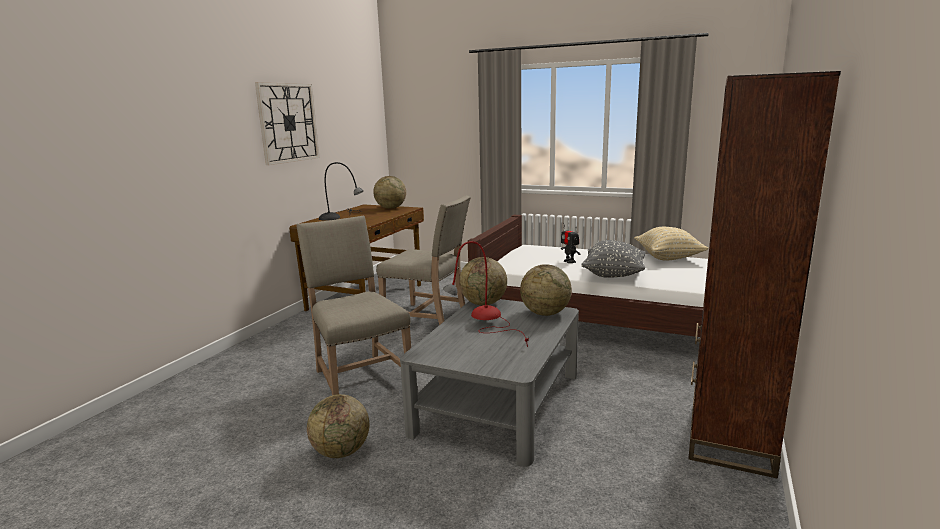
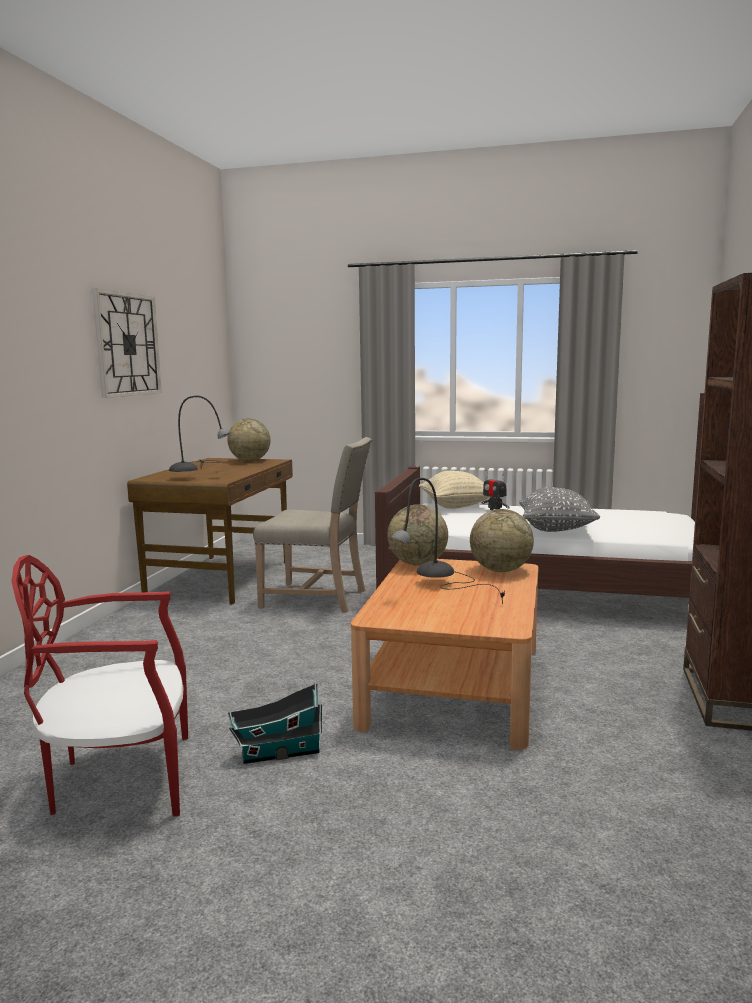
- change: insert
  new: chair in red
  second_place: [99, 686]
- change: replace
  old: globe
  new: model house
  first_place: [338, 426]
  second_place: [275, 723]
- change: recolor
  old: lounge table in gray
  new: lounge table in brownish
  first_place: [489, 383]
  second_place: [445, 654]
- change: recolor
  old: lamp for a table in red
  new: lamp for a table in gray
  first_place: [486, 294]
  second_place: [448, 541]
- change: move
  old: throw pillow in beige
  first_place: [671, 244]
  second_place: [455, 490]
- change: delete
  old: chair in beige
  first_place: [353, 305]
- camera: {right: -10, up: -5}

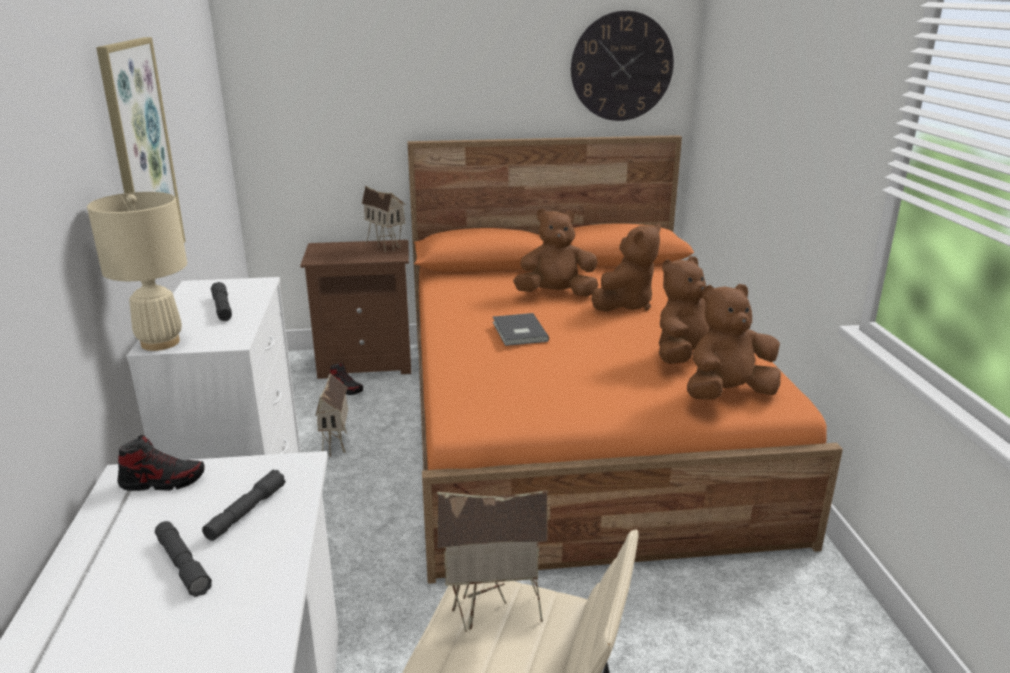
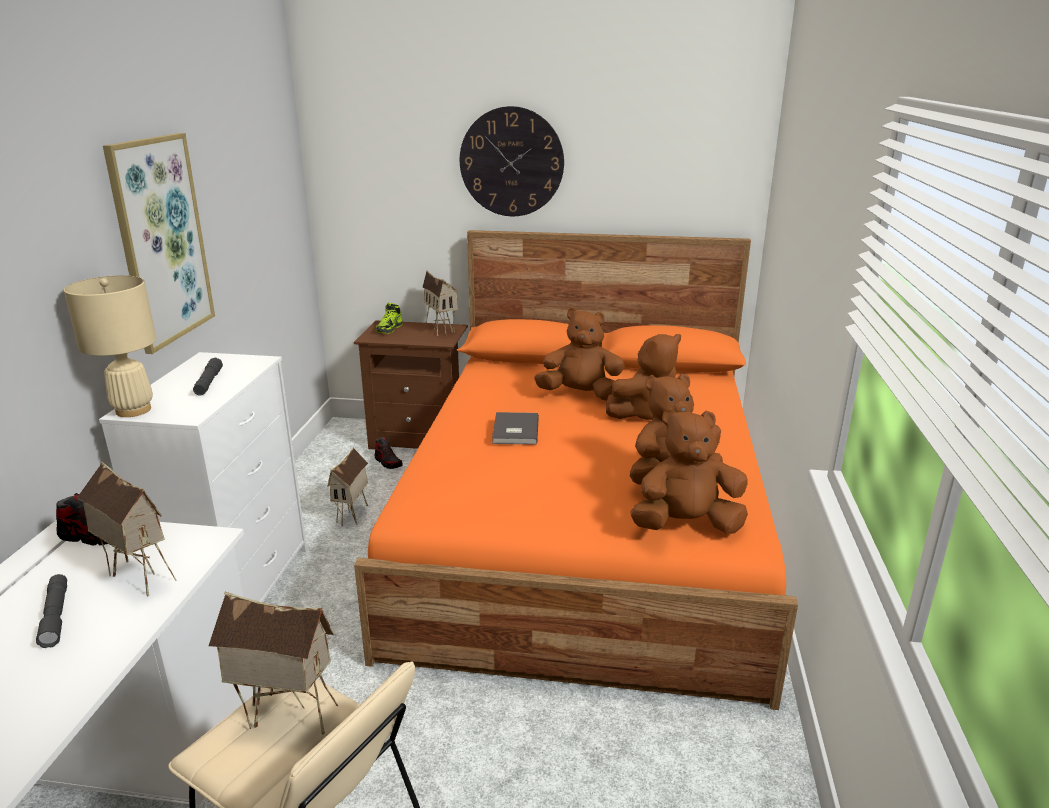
- change: replace
  old: flashlight in gray
  new: model house
  first_place: [243, 505]
  second_place: [126, 529]
- change: insert
  new: low shoe
  second_place: [389, 318]
- change: move
  old: wall clock
  first_place: [622, 66]
  second_place: [512, 161]
- camera: {right: 15, up: 0}

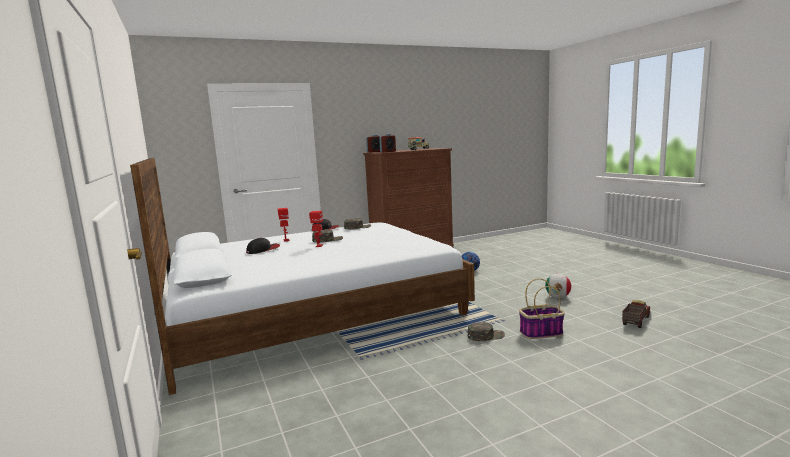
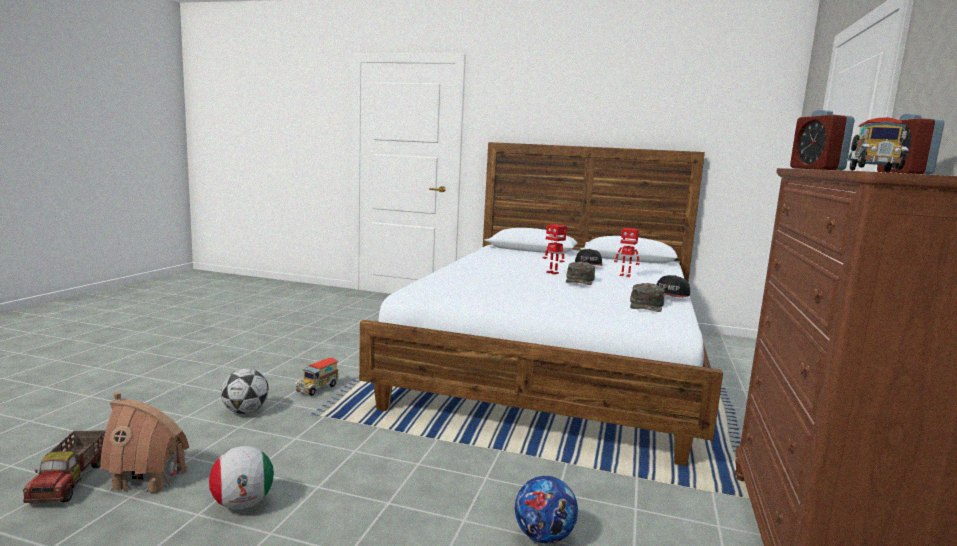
- change: insert
  new: model house
  second_place: [144, 442]
- change: replace
  old: basket
  new: football ball
  first_place: [542, 308]
  second_place: [245, 391]
- change: replace
  old: baseball cap in green-coloured
  new: toy lorry
  first_place: [486, 331]
  second_place: [317, 377]
- camera: {right: 130, up: 0}

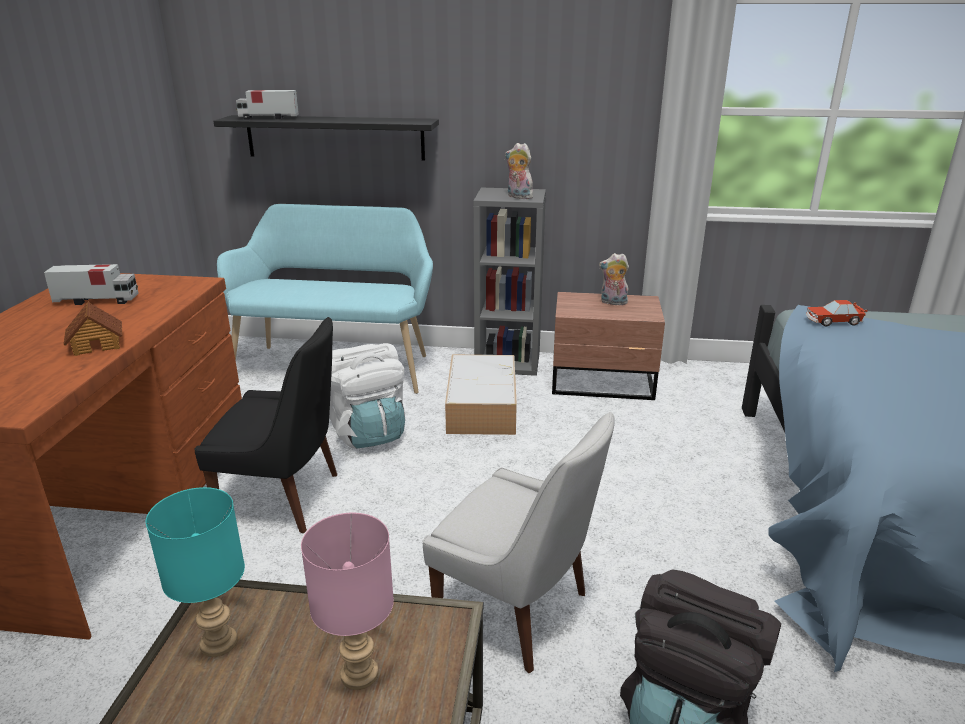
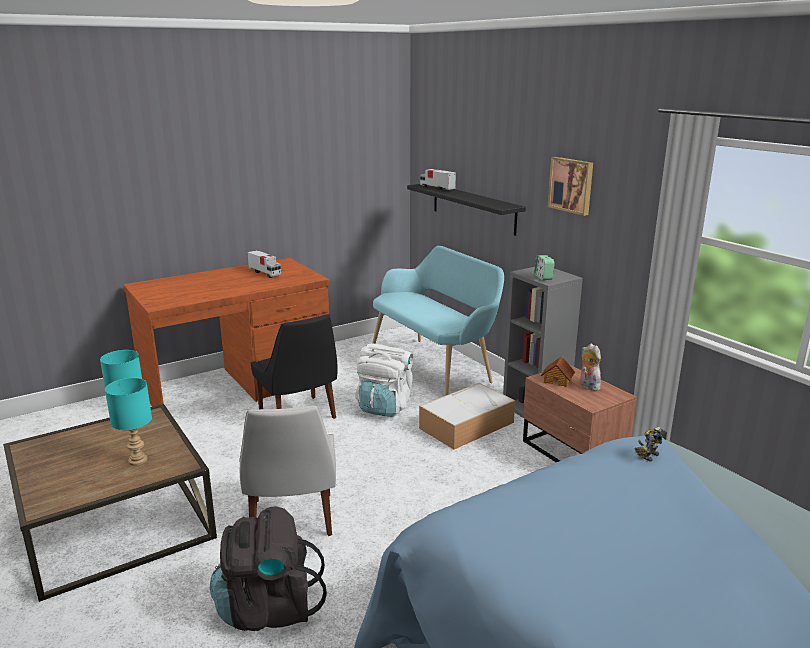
- change: recolor
  old: lamp for a table in pinkish
  new: lamp for a table in blue-green
  first_place: [347, 601]
  second_place: [128, 422]
- change: replace
  old: soft toy
  new: bedside clock
  first_place: [519, 171]
  second_place: [544, 267]
- change: move
  old: model house
  first_place: [92, 329]
  second_place: [558, 371]
- change: insert
  new: wall art
  second_place: [570, 186]
- change: replace
  old: model car
  new: model robot
  first_place: [837, 313]
  second_place: [648, 444]
- camera: {right: 50, up: -5}

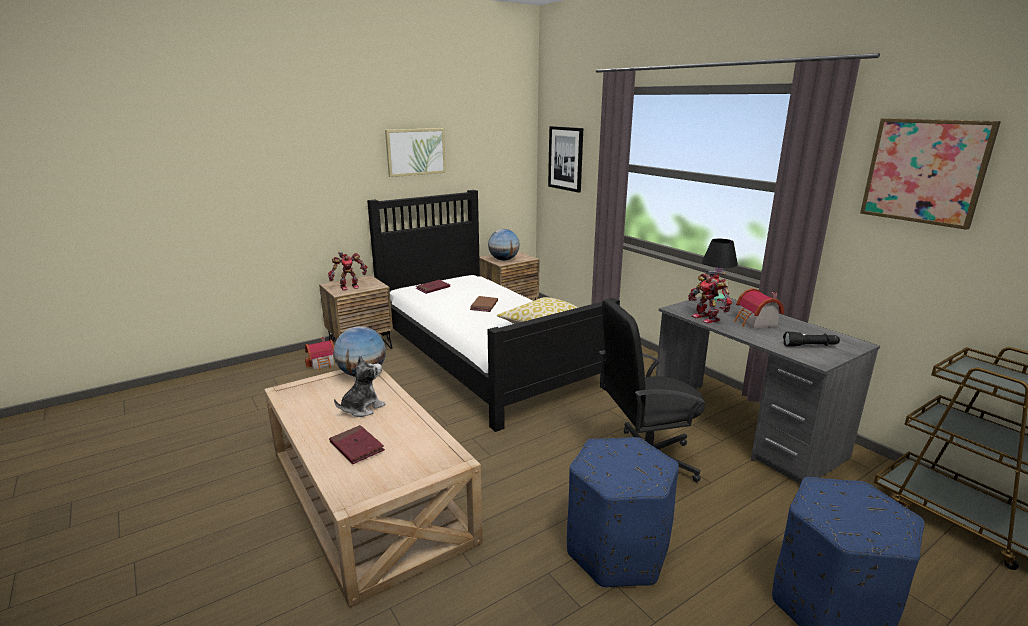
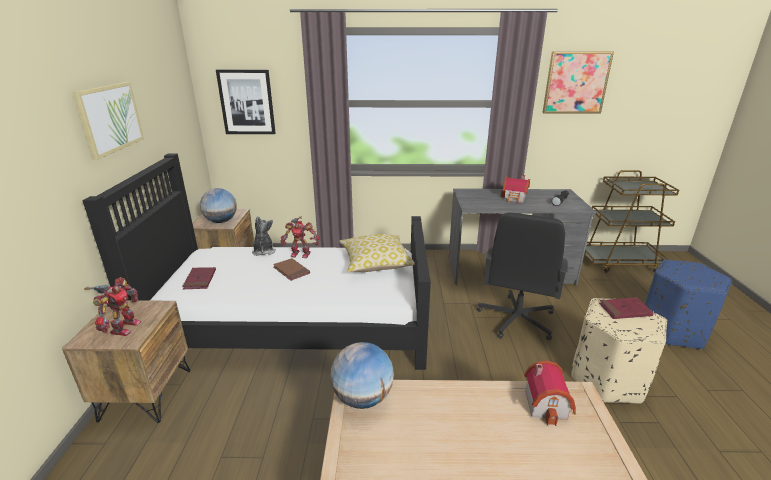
- change: move
  old: soft toy
  first_place: [360, 386]
  second_place: [264, 236]
- change: move
  old: model robot
  first_place: [710, 297]
  second_place: [300, 237]
- change: move
  old: model house
  first_place: [319, 354]
  second_place: [550, 393]
- change: recolor
  old: footrest in blue
  new: footrest in beige
  first_place: [623, 512]
  second_place: [619, 351]
- change: move
  old: book in red
  first_place: [357, 444]
  second_place: [626, 308]
- change: delete
  old: lamp for a table in black
  first_place: [720, 270]
- camera: {right: -55, up: 5}

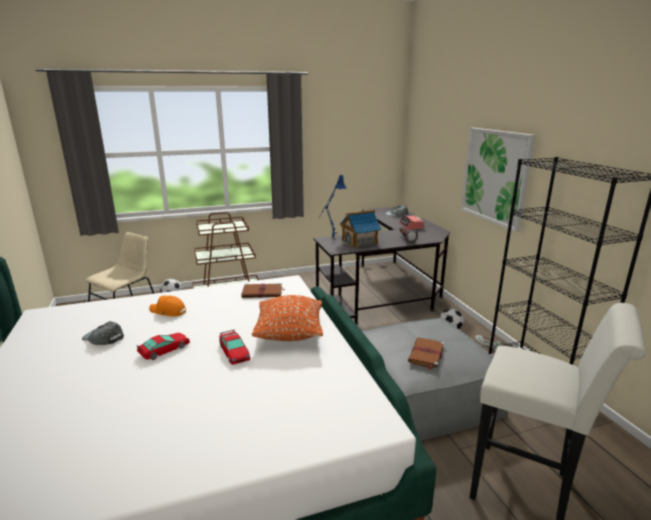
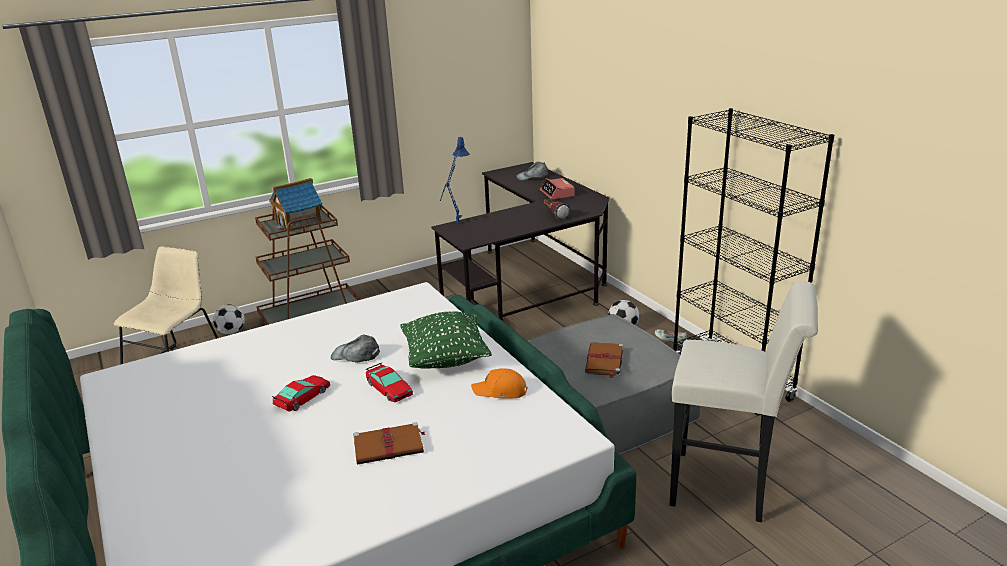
- change: move
  old: model house
  first_place: [361, 228]
  second_place: [295, 205]
- change: move
  old: baseball cap in gray
  first_place: [103, 333]
  second_place: [355, 348]
- change: move
  old: book in brownish
  first_place: [262, 290]
  second_place: [389, 443]
- change: recolor
  old: throw pillow in orangey
  new: throw pillow in green-coloured
  first_place: [287, 318]
  second_place: [446, 339]
- change: move
  old: baseball cap in orangey
  first_place: [167, 306]
  second_place: [499, 383]
- change: delete
  old: wall art
  first_place: [498, 180]
- camera: {right: -10, up: 5}

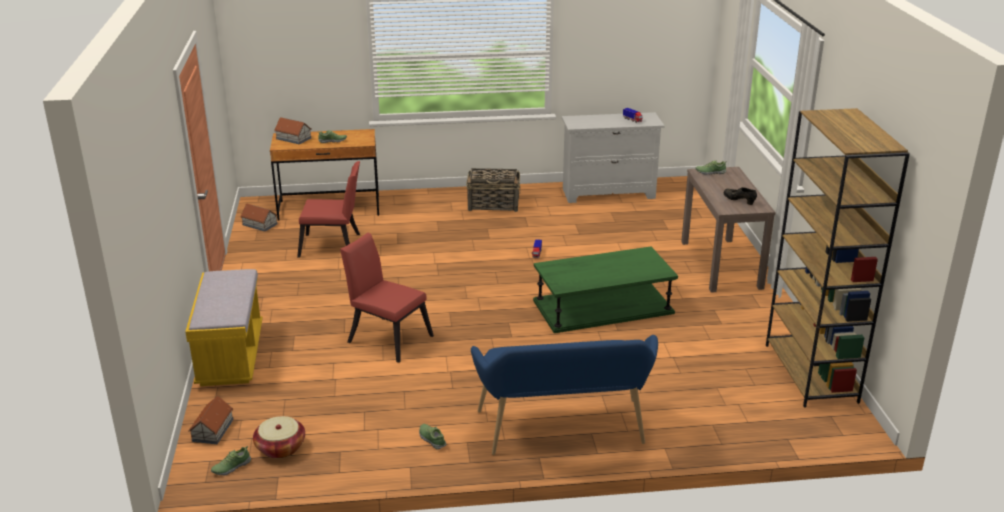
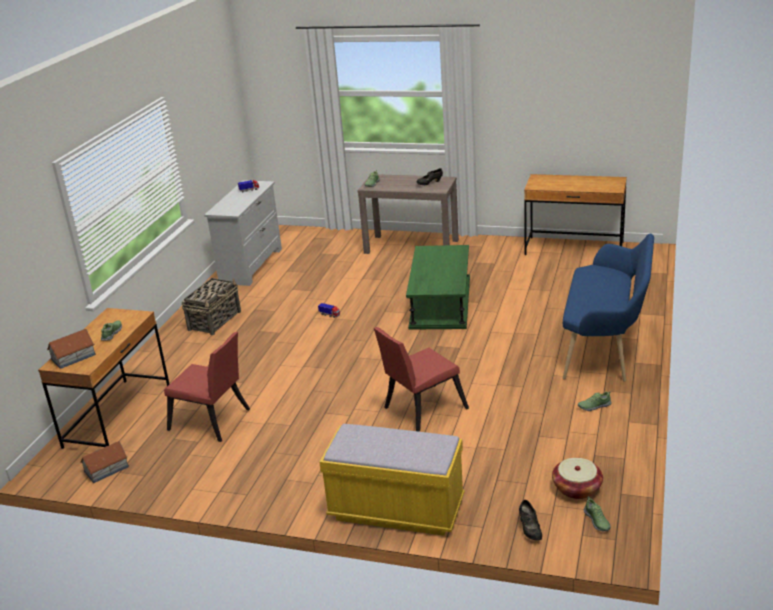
- change: rotate
  old: chair in red
  first_place: [328, 209]
  second_place: [207, 387]
  degrees: 90
- change: replace
  old: model house
  new: low shoe in black
  first_place: [210, 420]
  second_place: [530, 520]
- change: replace
  old: shelving unit in brownish
  new: desk unit in brownish
  first_place: [838, 257]
  second_place: [575, 214]
- camera: {right: -65, up: 0}

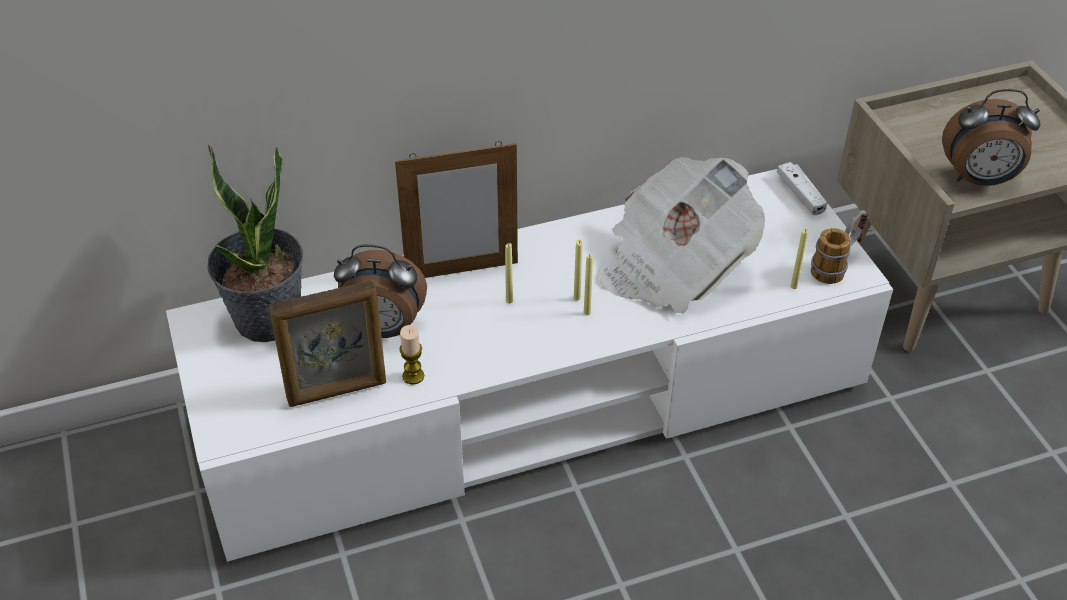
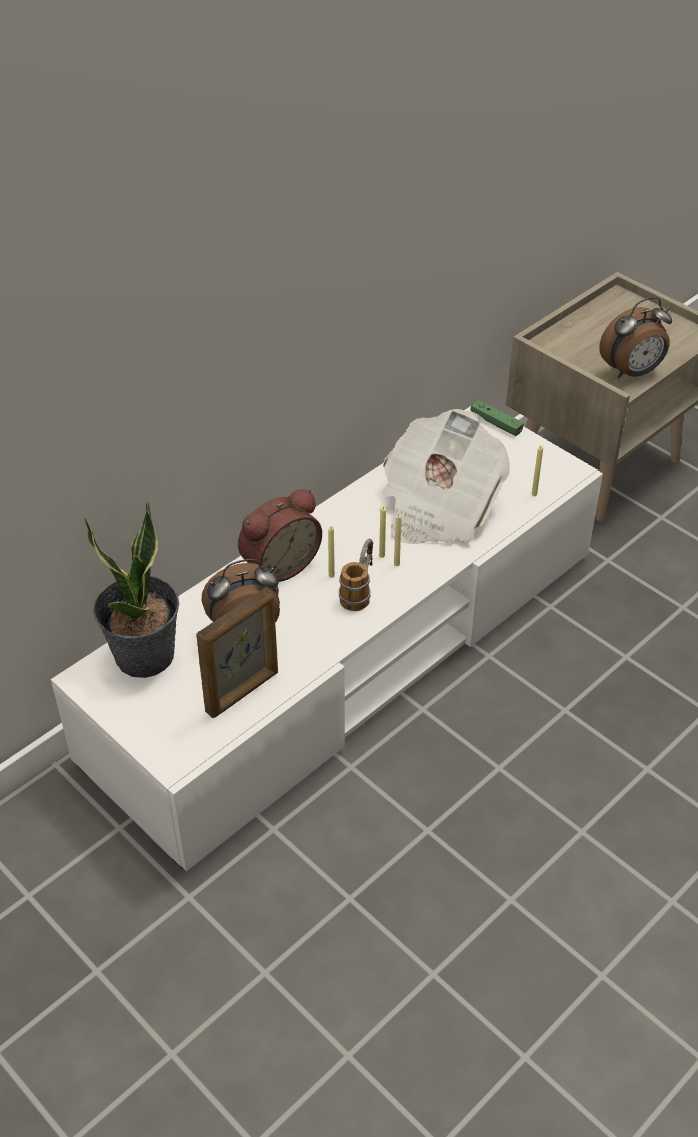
- change: replace
  old: picture frame
  new: bedside clock
  first_place: [456, 209]
  second_place: [280, 535]
- change: move
  old: mug
  first_place: [839, 247]
  second_place: [356, 575]
- change: recolor
  old: gamepad in white
  new: gamepad in green-coloured
  first_place: [802, 188]
  second_place: [497, 418]
- change: delete
  old: wax candle
  first_place: [411, 355]
- camera: {right: -25, up: 0}

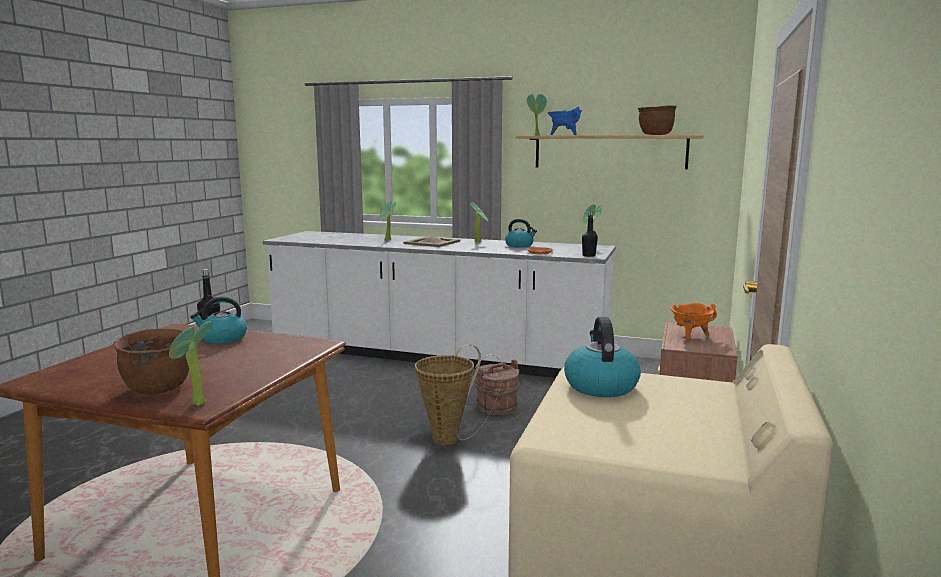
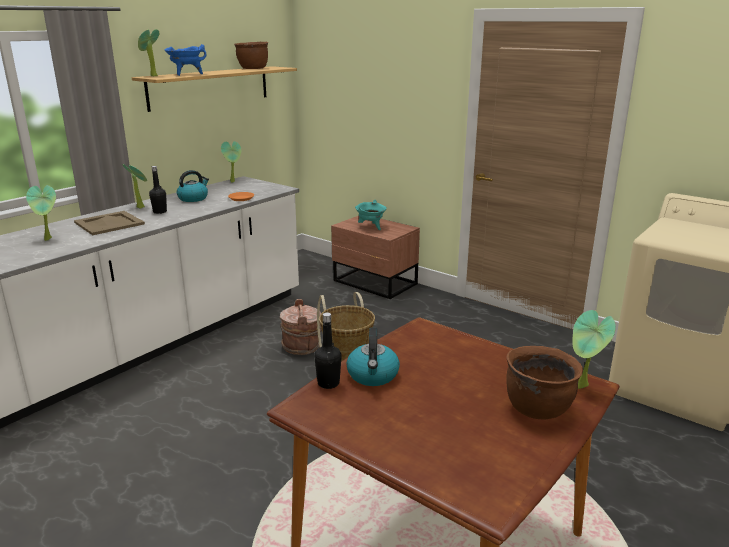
- change: move
  old: bottle in black
  first_place: [590, 234]
  second_place: [158, 190]
- change: recolor
  old: cooking pot in orangey
  new: cooking pot in blue-green
  first_place: [694, 321]
  second_place: [371, 215]
- change: delete
  old: water kettle
  first_place: [602, 357]
- camera: {right: -70, up: 10}

